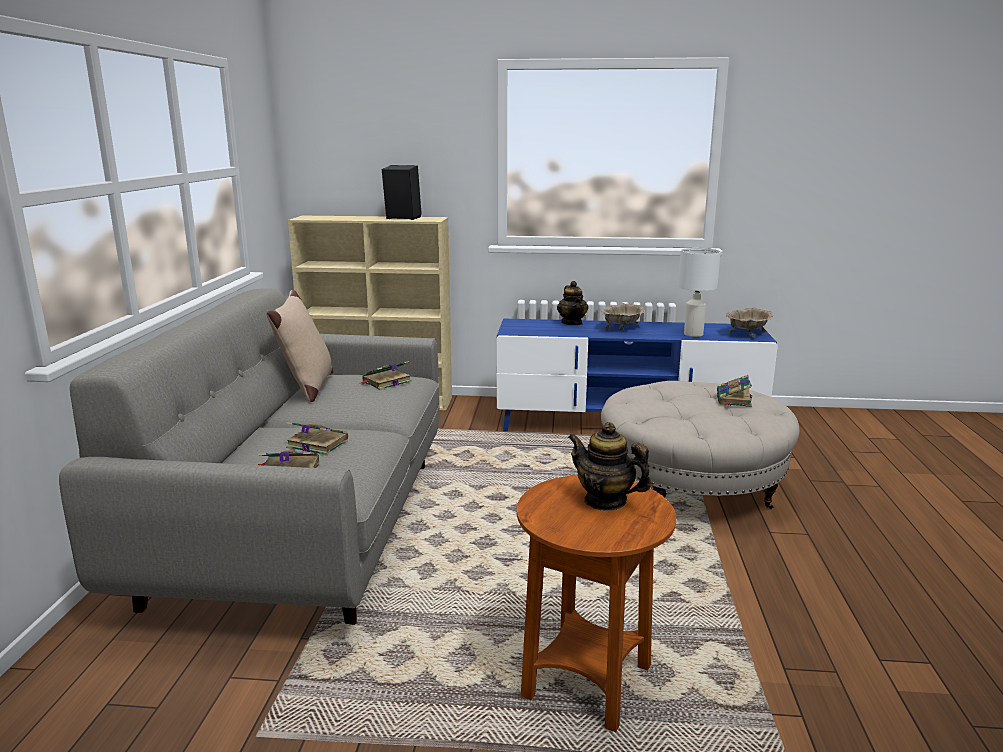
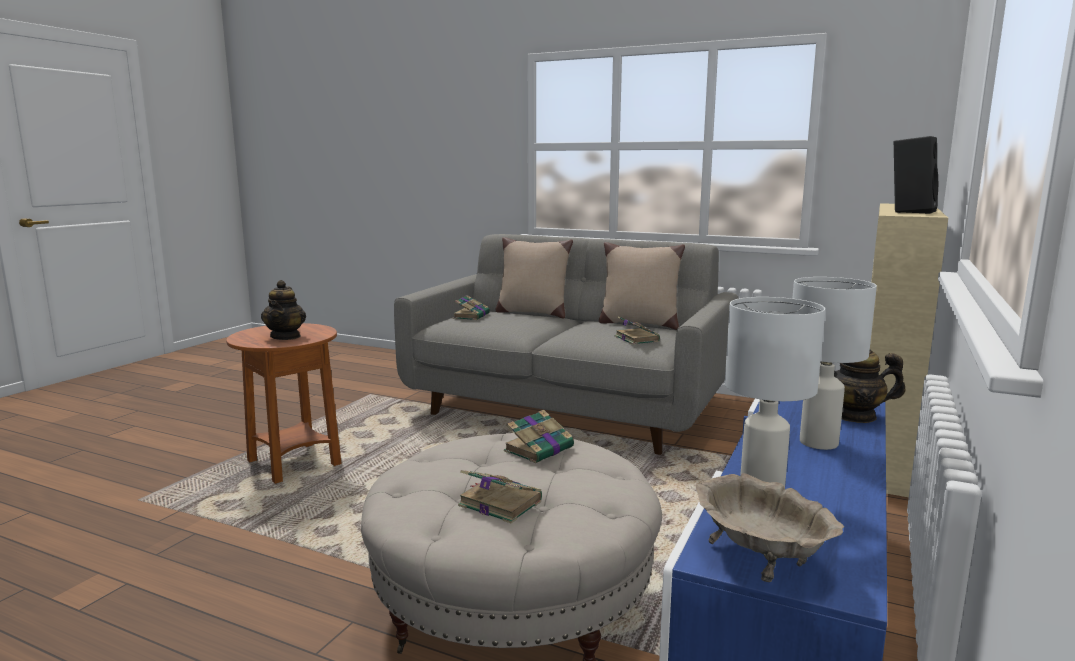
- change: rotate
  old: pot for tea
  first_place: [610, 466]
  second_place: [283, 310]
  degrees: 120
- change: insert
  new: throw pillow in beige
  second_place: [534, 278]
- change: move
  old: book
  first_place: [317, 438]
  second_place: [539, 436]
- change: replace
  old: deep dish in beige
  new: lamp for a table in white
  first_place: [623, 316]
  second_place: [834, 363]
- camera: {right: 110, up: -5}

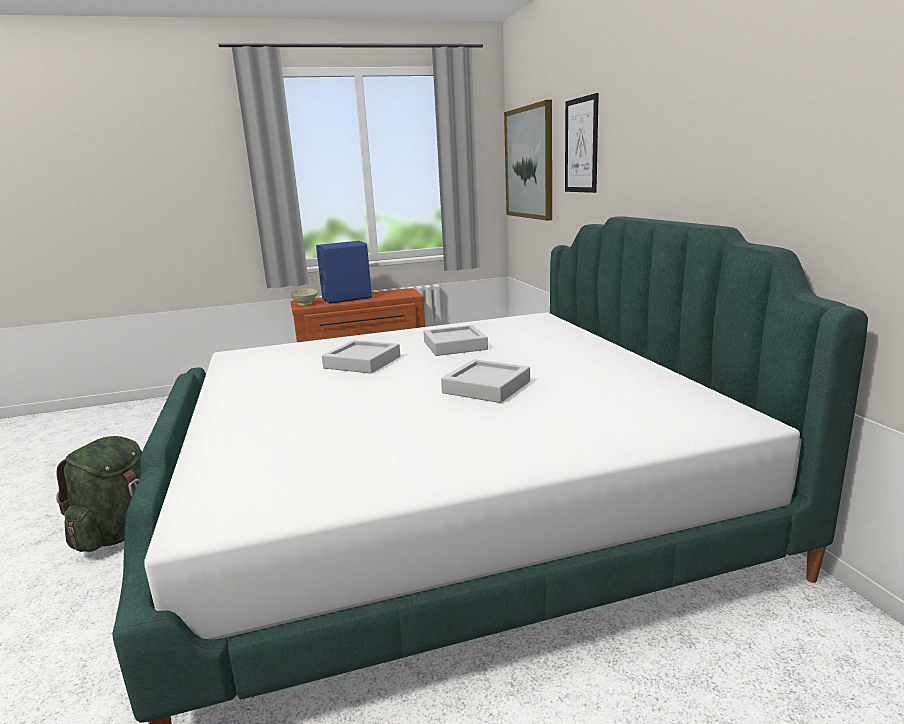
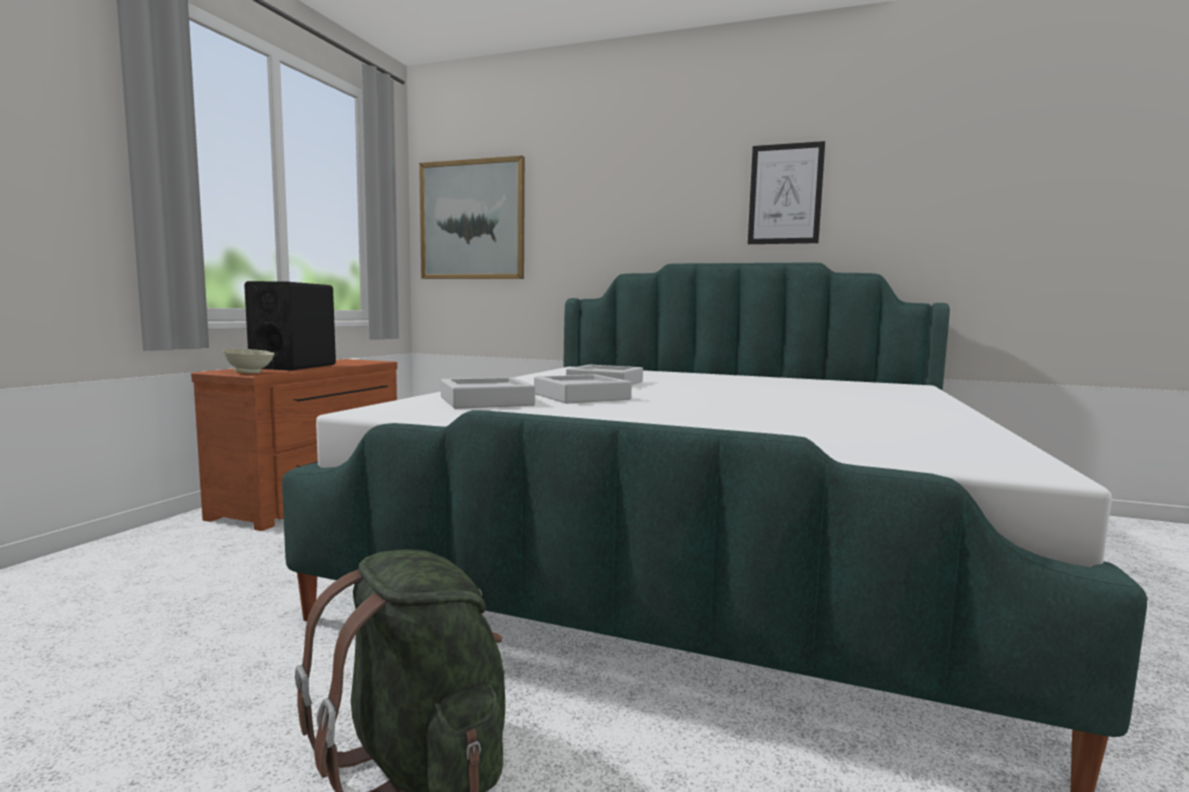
- change: recolor
  old: speaker in blue
  new: speaker in black
  first_place: [344, 272]
  second_place: [290, 326]
- change: move
  old: carrying tray in gray
  first_place: [485, 381]
  second_place: [488, 393]
- change: move
  old: wall art
  first_place: [582, 143]
  second_place: [786, 192]
- camera: {right: -55, up: -10}

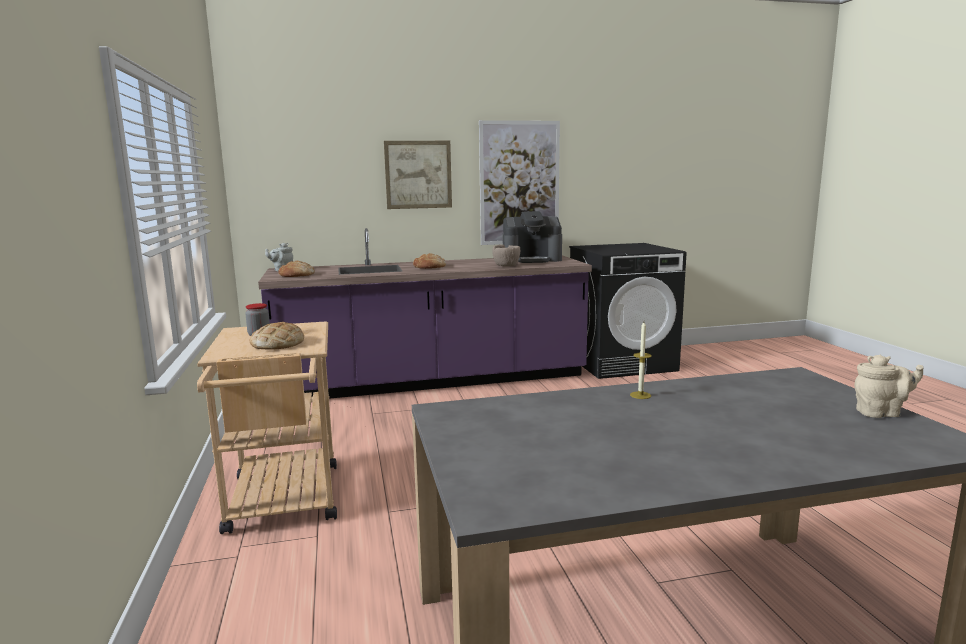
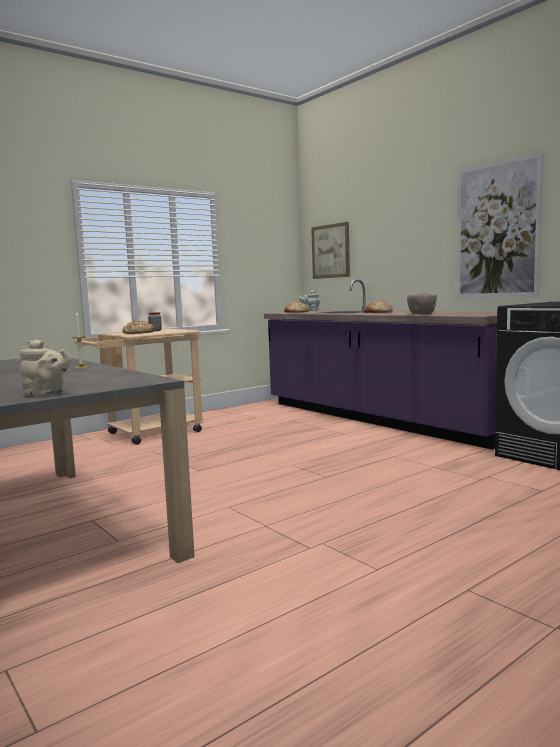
- change: rotate
  old: pot for tea in beige
  first_place: [888, 386]
  second_place: [46, 367]
  degrees: -45
- change: move
  old: wall art
  first_place: [418, 175]
  second_place: [330, 250]
- change: delete
  old: coffee brewer
  first_place: [532, 237]
- camera: {right: 65, up: -5}

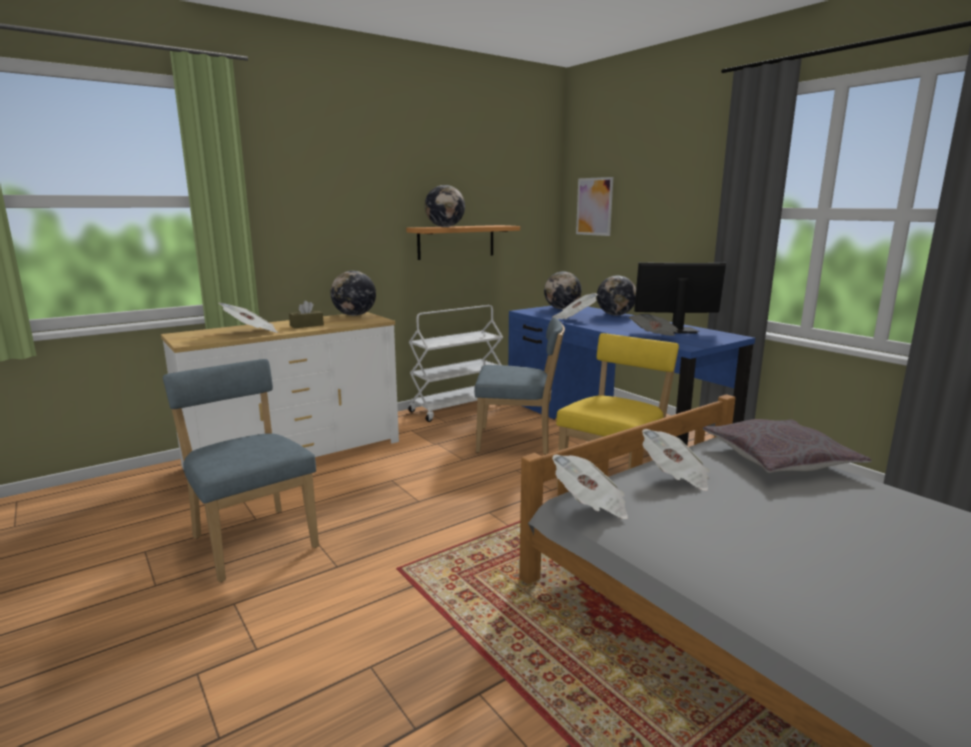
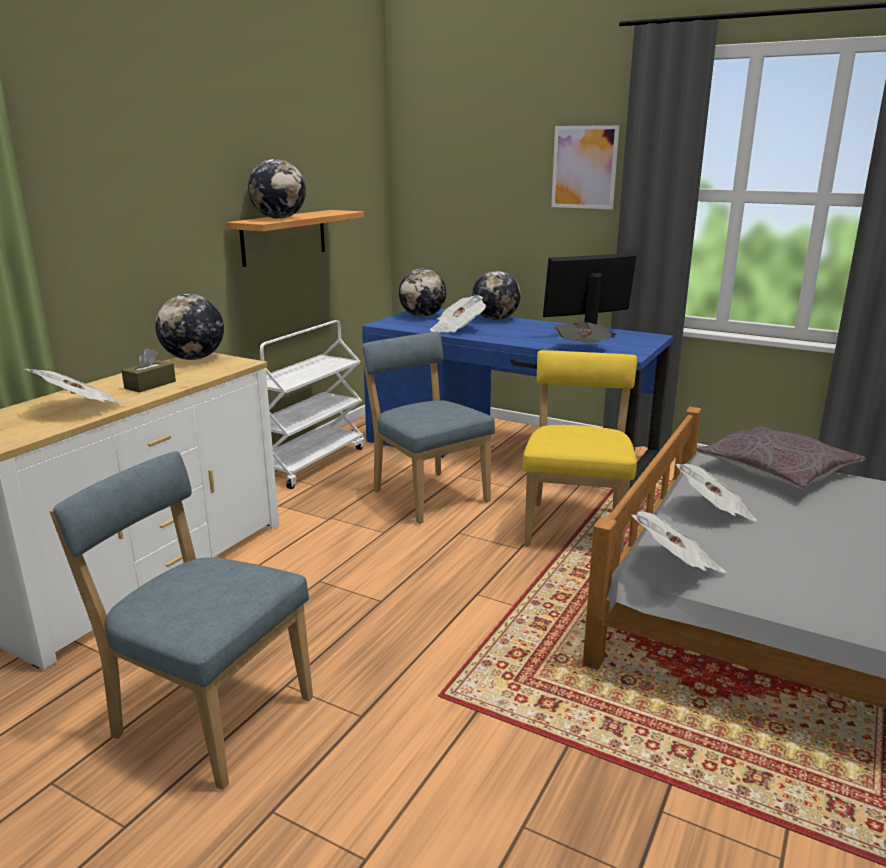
- change: rotate
  old: chair in blue
  first_place: [519, 385]
  second_place: [428, 428]
  degrees: -105
- change: move
  old: wall art
  first_place: [594, 206]
  second_place: [585, 167]
- camera: {right: -25, up: 5}

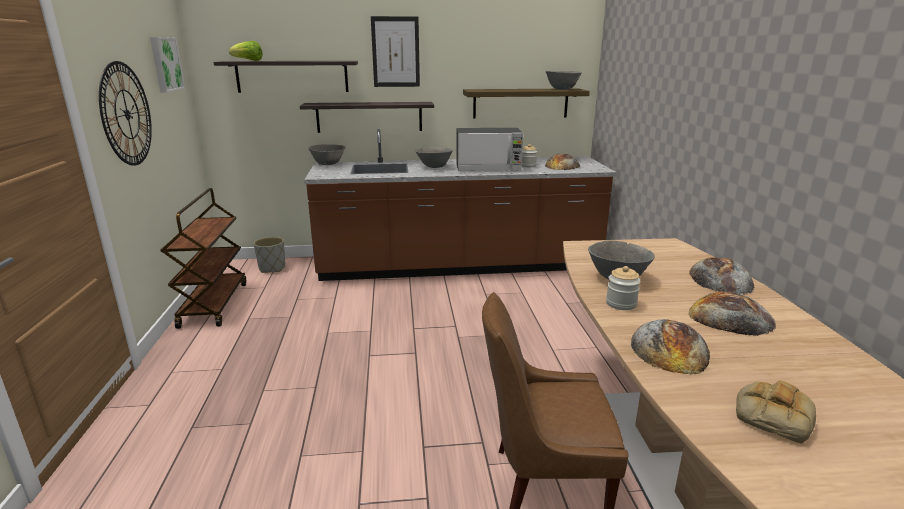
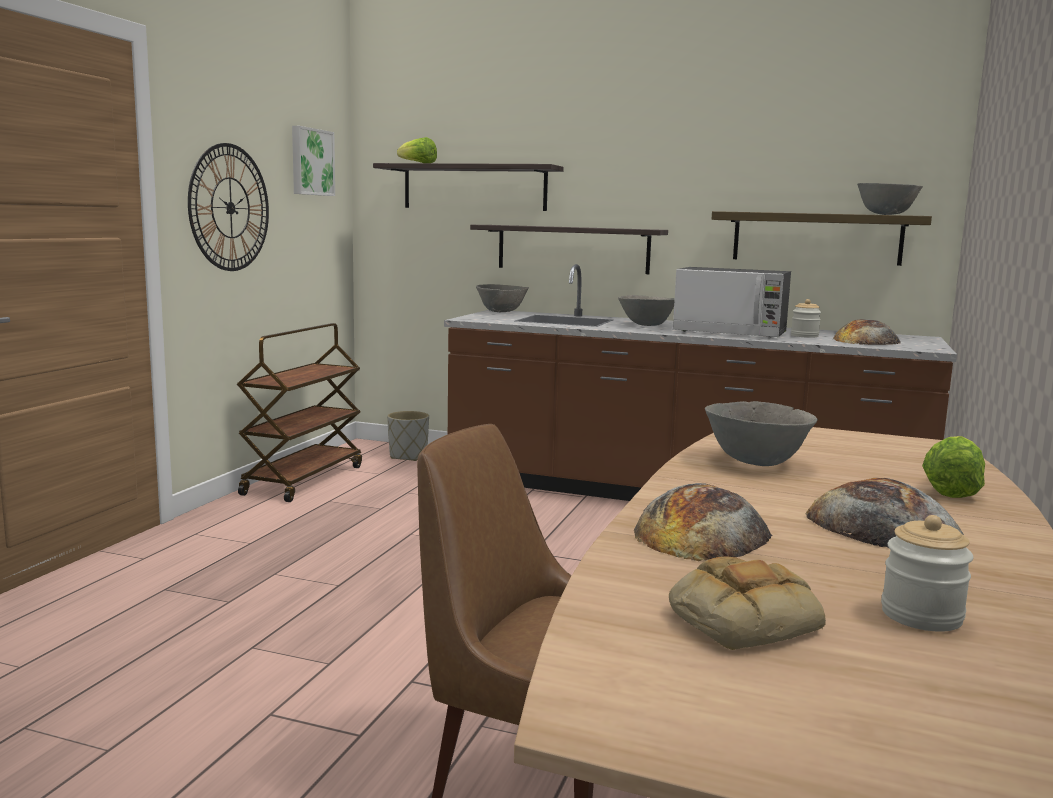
- change: move
  old: preserve jar
  first_place: [623, 288]
  second_place: [927, 573]
- change: replace
  old: bread
  new: head of lettuce
  first_place: [721, 276]
  second_place: [953, 467]
- change: delete
  old: wall art
  first_place: [395, 51]
- camera: {right: 25, up: -10}

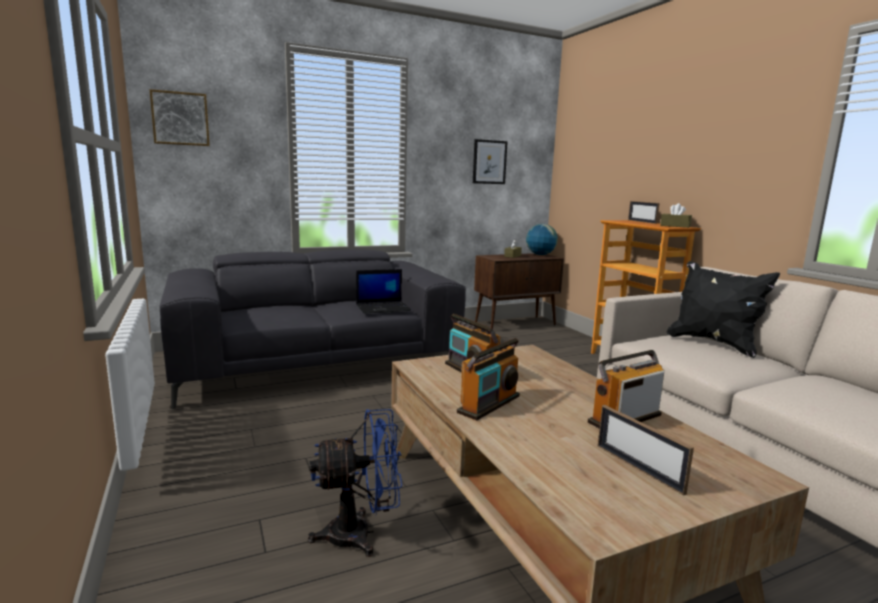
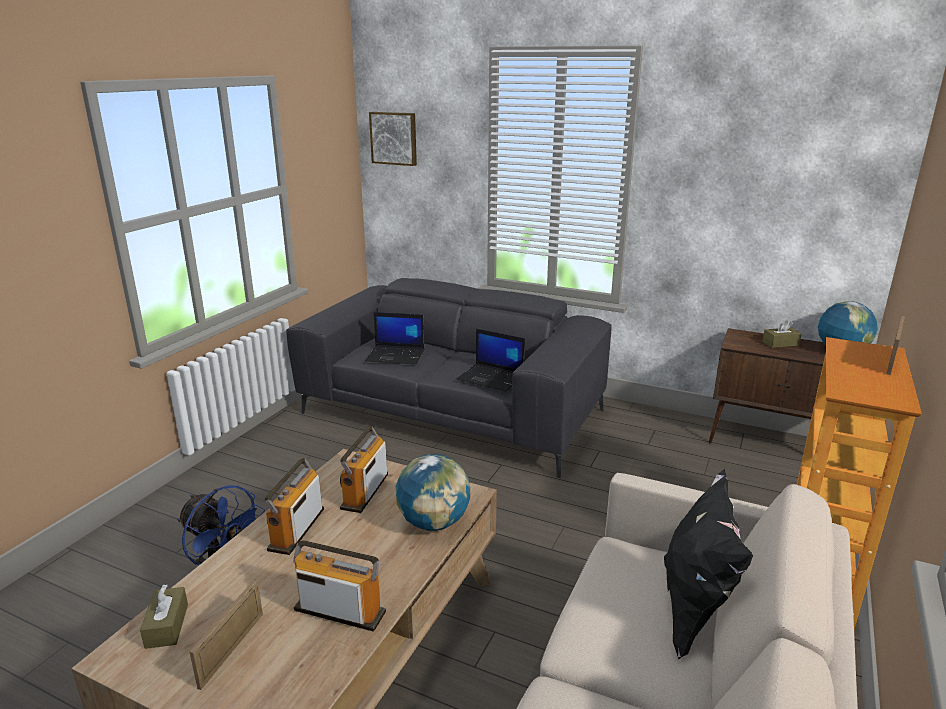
- change: move
  old: tissue box in brownish
  first_place: [676, 215]
  second_place: [164, 616]
- change: rotate
  old: radio receiver
  first_place: [488, 379]
  second_place: [294, 506]
  degrees: 105
- change: insert
  new: portable computer
  second_place: [394, 338]
- change: insert
  new: globe
  second_place: [433, 492]
- change: delete
  old: wall art
  first_place: [490, 161]
- camera: {right: 50, up: 10}

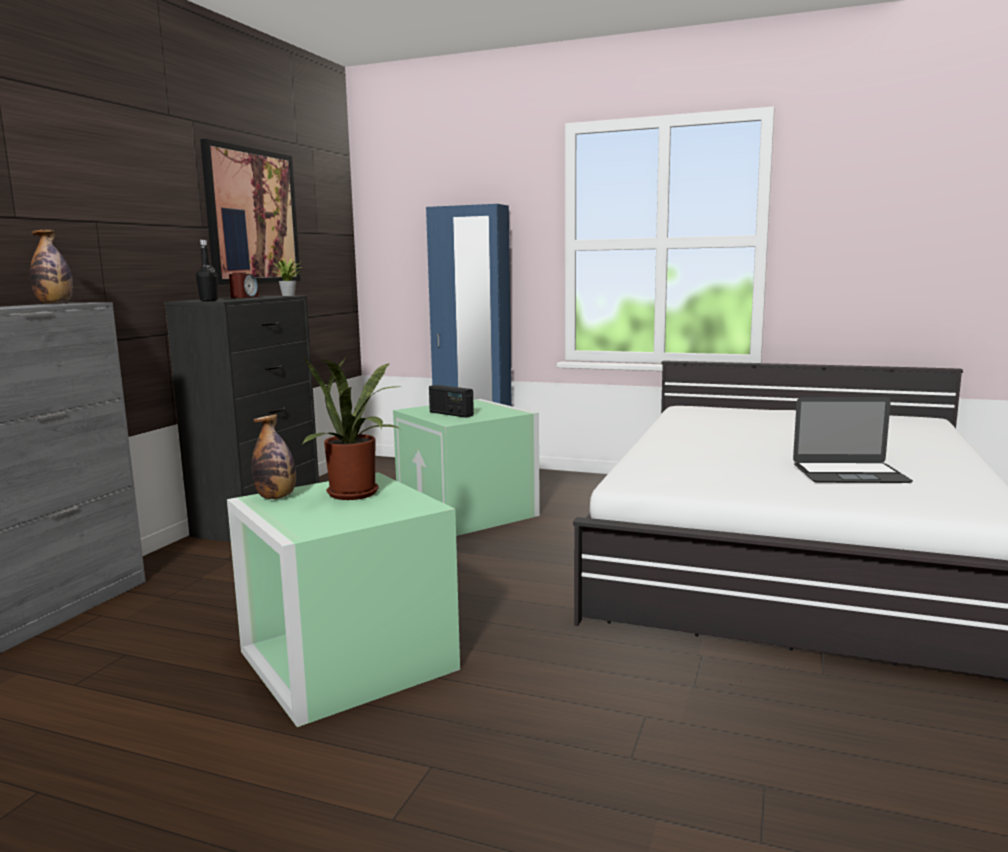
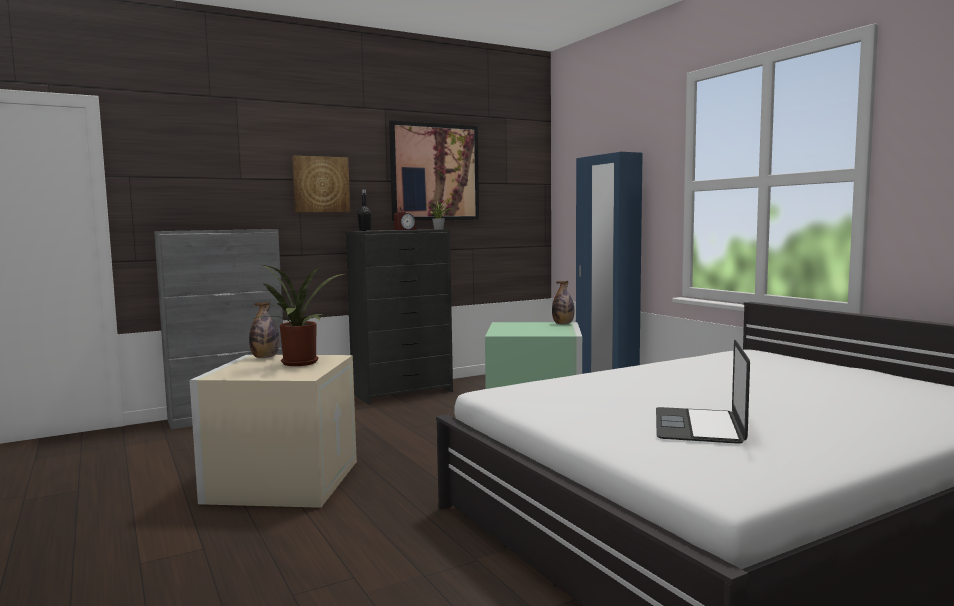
- change: recolor
  old: storage container in green-coloured
  new: storage container in beige
  first_place: [343, 599]
  second_place: [273, 431]
- change: insert
  new: wall art
  second_place: [321, 184]
- change: move
  old: bottle
  first_place: [51, 267]
  second_place: [563, 302]
- change: rotate
  old: portable computer
  first_place: [853, 440]
  second_place: [703, 392]
  degrees: 60
- change: delete
  old: radio receiver
  first_place: [451, 401]
- camera: {right: 40, up: -5}

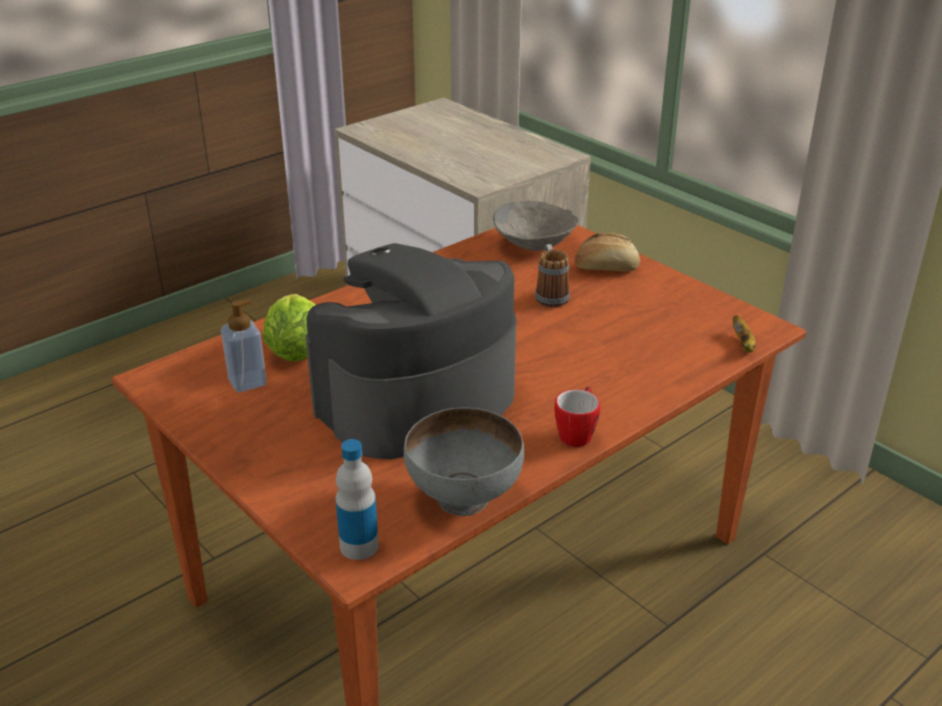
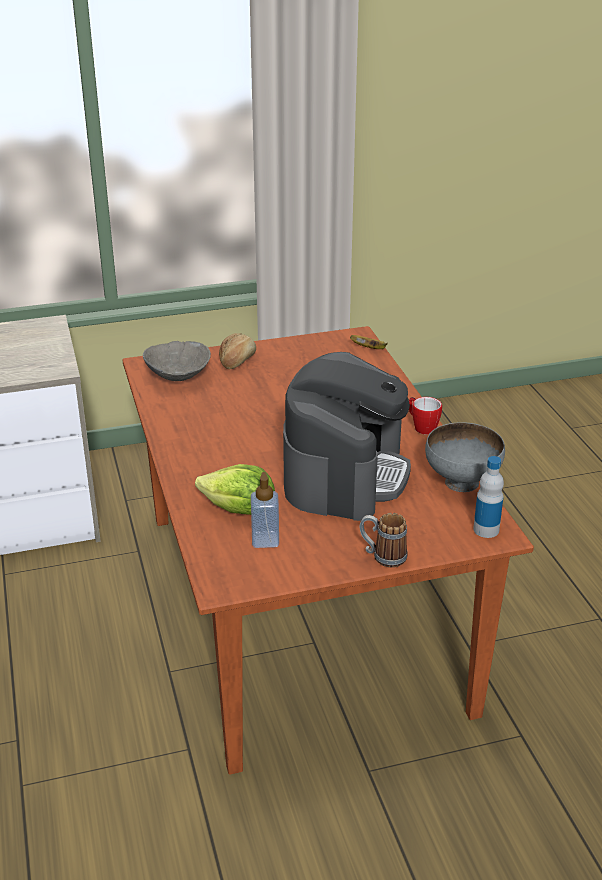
- change: rotate
  old: coffee brewer
  first_place: [411, 351]
  second_place: [347, 436]
  degrees: -150
- change: move
  old: mug
  first_place: [552, 275]
  second_place: [383, 540]
- camera: {right: -65, up: 0}

